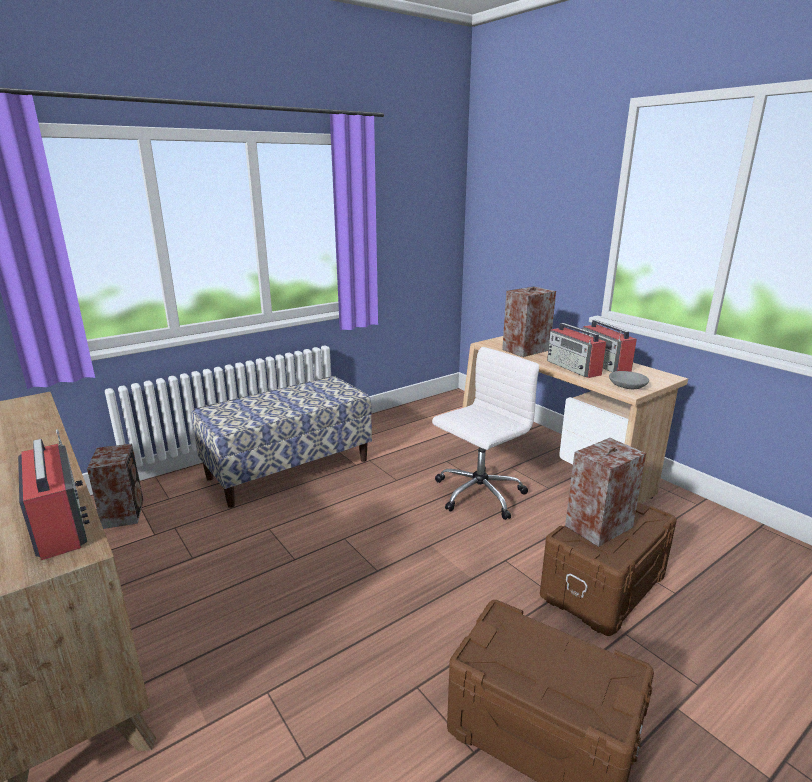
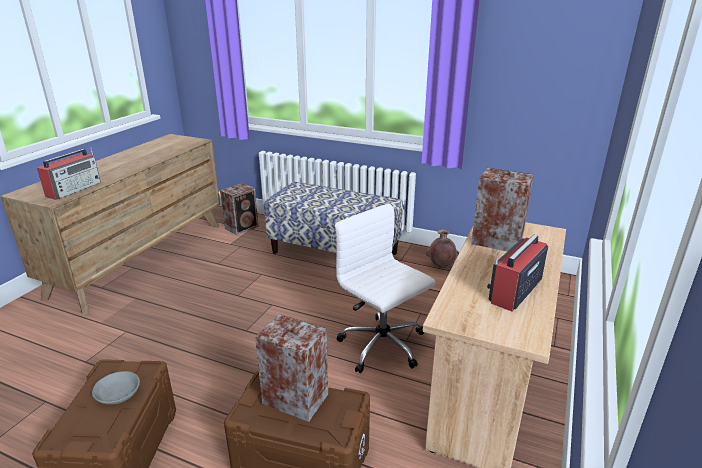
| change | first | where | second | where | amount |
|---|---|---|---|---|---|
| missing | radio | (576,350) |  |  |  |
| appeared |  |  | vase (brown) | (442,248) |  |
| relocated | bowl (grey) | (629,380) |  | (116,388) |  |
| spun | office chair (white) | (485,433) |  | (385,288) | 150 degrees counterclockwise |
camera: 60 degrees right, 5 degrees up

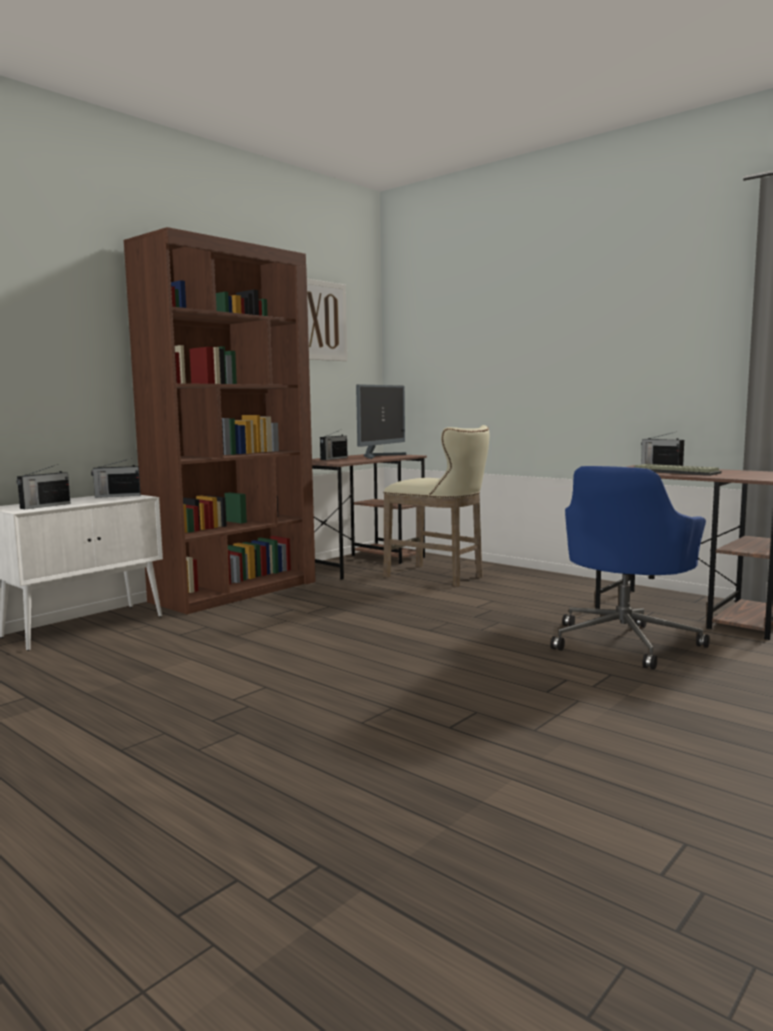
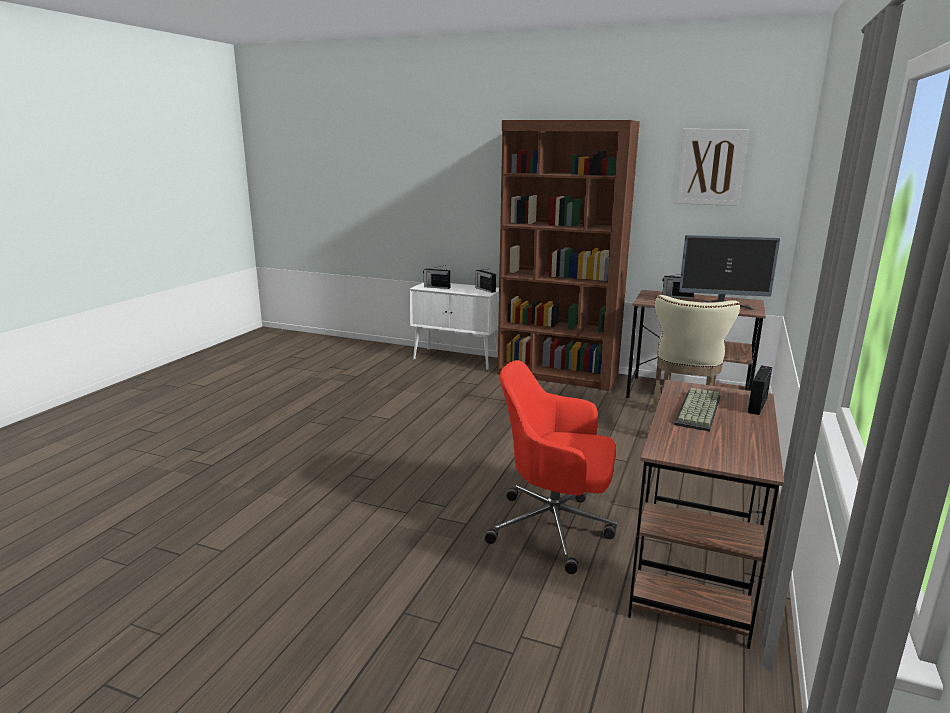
| change | first | where | second | where | amount |
|---|---|---|---|---|---|
| colour | office chair (blue) | (630,568) | office chair (red) | (551,467) |  |
camera: 70 degrees right, 10 degrees up

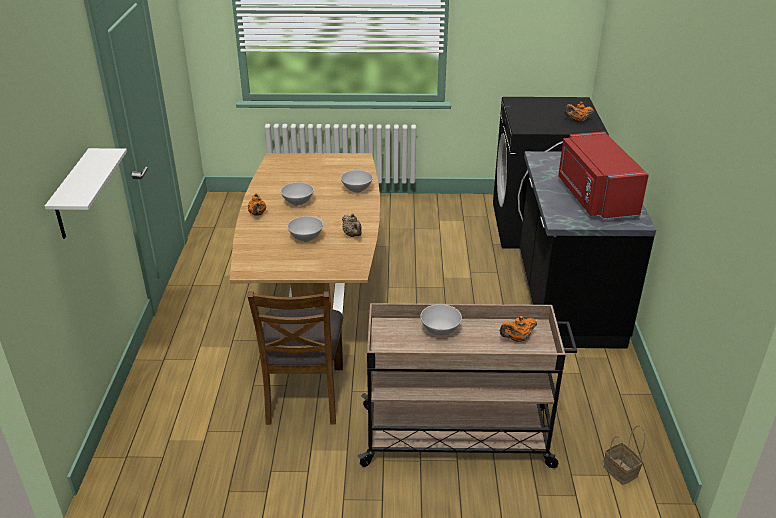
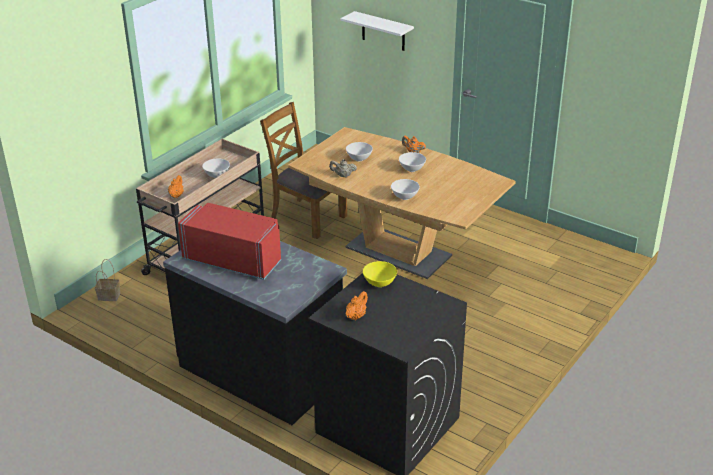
| change | first | where | second | where | amount |
|---|---|---|---|---|---|
| appeared |  |  | bowl (yellow) | (380,274) |  |
camera: 125 degrees right, 0 degrees up

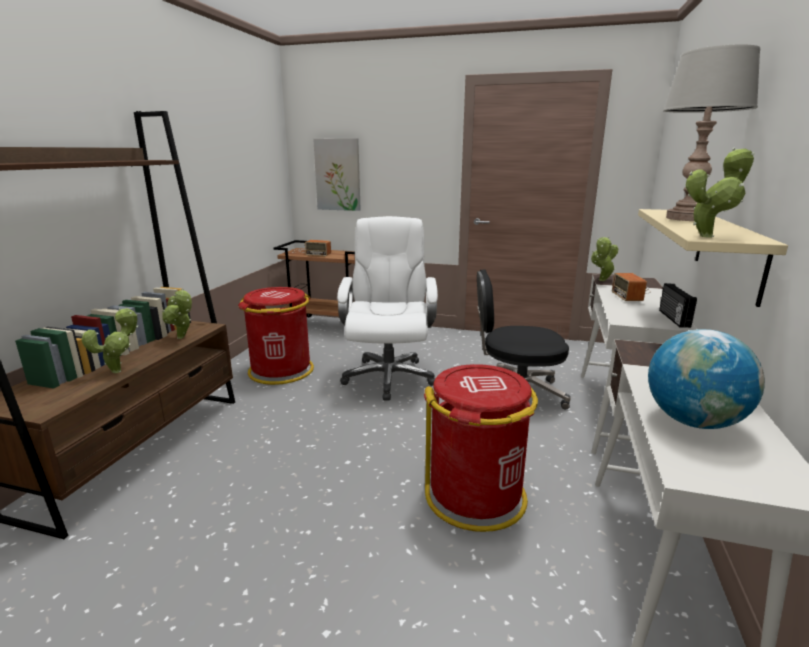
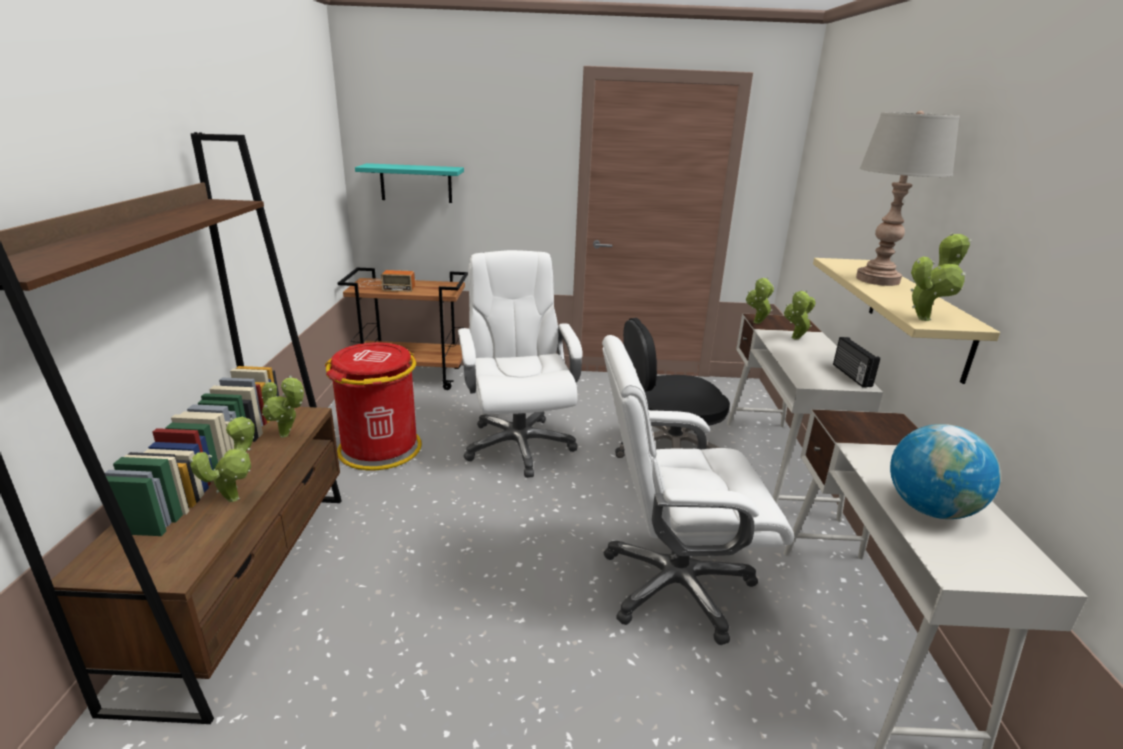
| change | first | where | second | where | amount |
|---|---|---|---|---|---|
| exchanged | picture | (337,174) | shelf (turquoise) | (409,183) |  |
| exchanged | trash can (red) | (481,448) | office chair (white) | (698,490) |  |
| exchanged | radio | (631,287) | potted plant | (800,315) |  |
camera: 15 degrees left, 5 degrees up

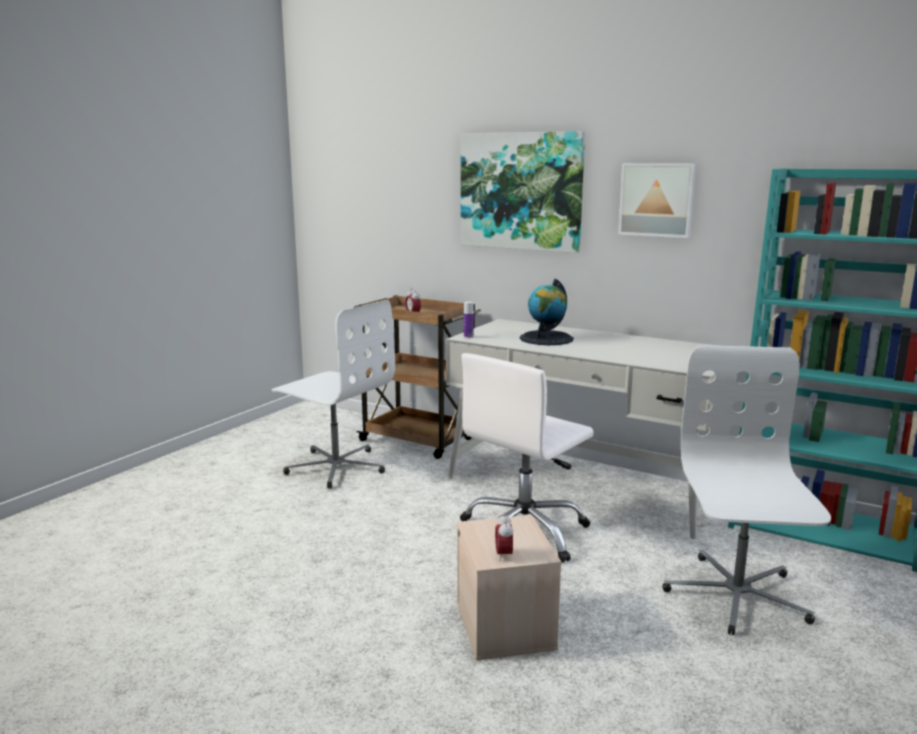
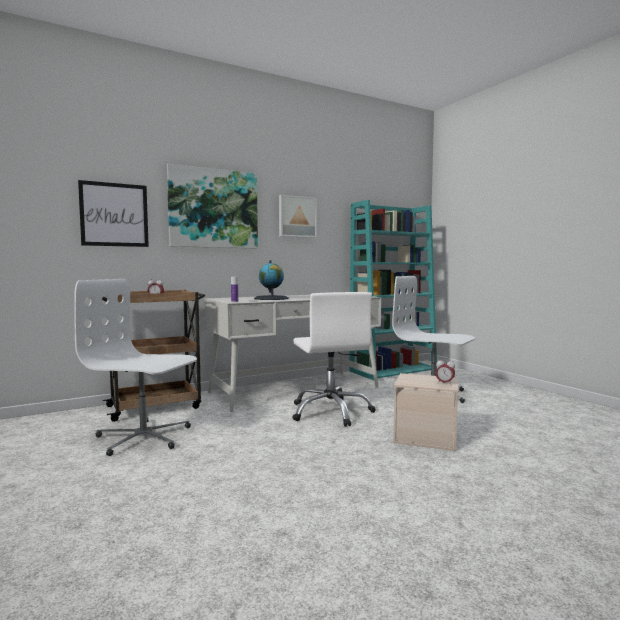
| change | first | where | second | where | amount |
|---|---|---|---|---|---|
| appeared |  |  | picture | (113,213) |  |
| spun | office chair (white) | (333,394) |  | (135,367) | 135 degrees counterclockwise |
camera: 60 degrees left, 10 degrees down

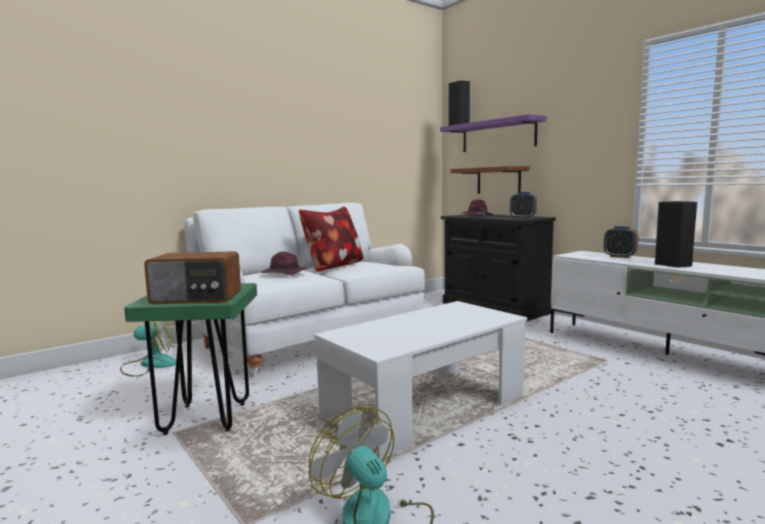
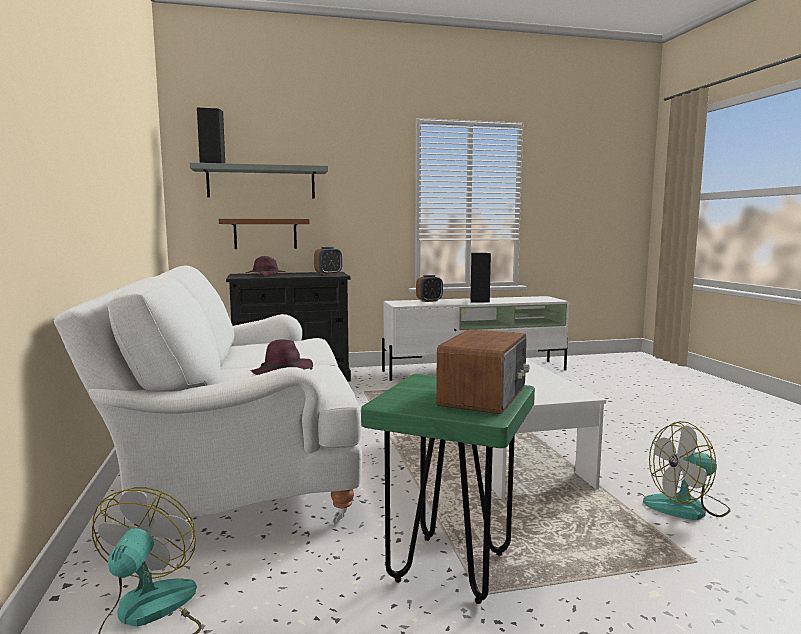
| change | first | where | second | where | amount |
|---|---|---|---|---|---|
| missing | pillow | (331,238) |  |  |  |
| colour | shelf (purple) | (493,133) | shelf (grey) | (259,181) |  |
camera: 65 degrees left, 0 degrees up

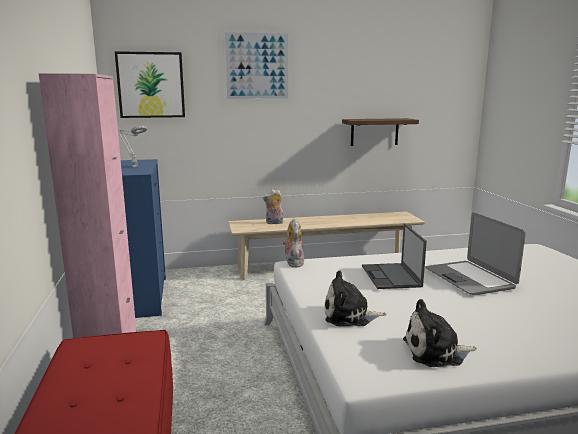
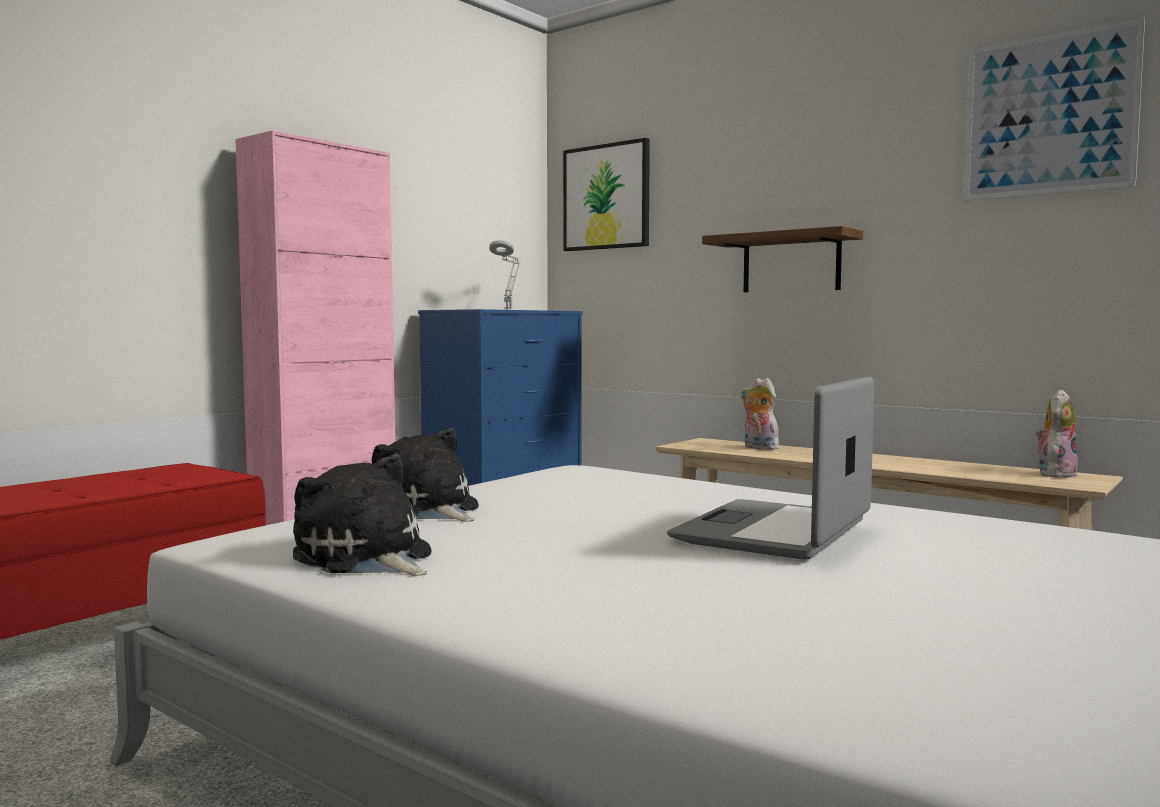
| change | first | where | second | where | amount |
|---|---|---|---|---|---|
| missing | laptop | (394,256) |  |  |  |
| relocated | picture | (256,65) |  | (1054,109) |  |
| relocated | plush toy | (293,242) |  | (1057,434) |  |
| relocated | shelf | (380,132) |  | (782,259) |  |
camera: 50 degrees right, 10 degrees down

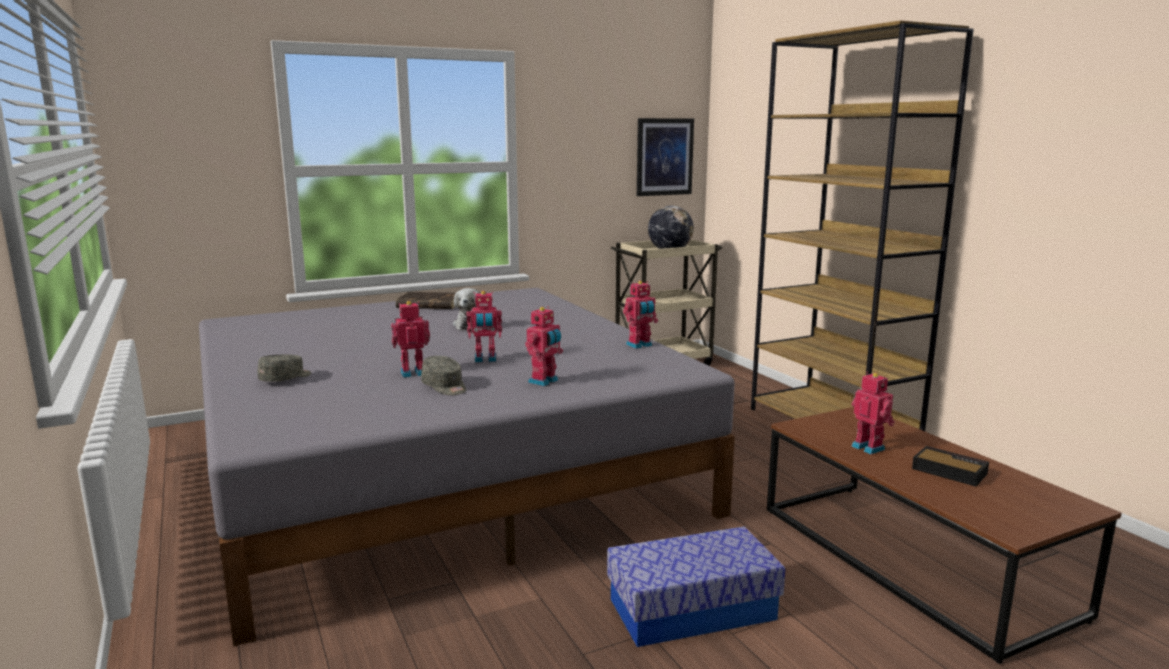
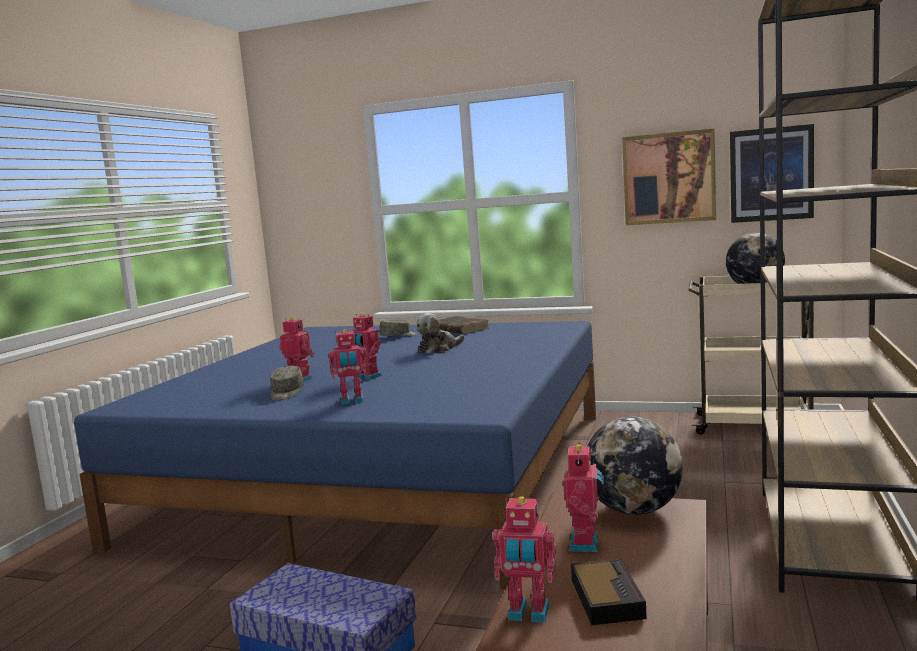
| change | first | where | second | where | amount |
|---|---|---|---|---|---|
| appeared |  |  | globe | (635,466) |  |
| appeared |  |  | picture | (669,176) |  |
| relocated | cap (grey) | (284,368) |  | (398,328) |  |
| relocated | toy robot | (640,315) |  | (524,559) |  |
| colour | bed (grey) | (467,467) | bed (blue) | (335,455) |  |
camera: 45 degrees right, 5 degrees down

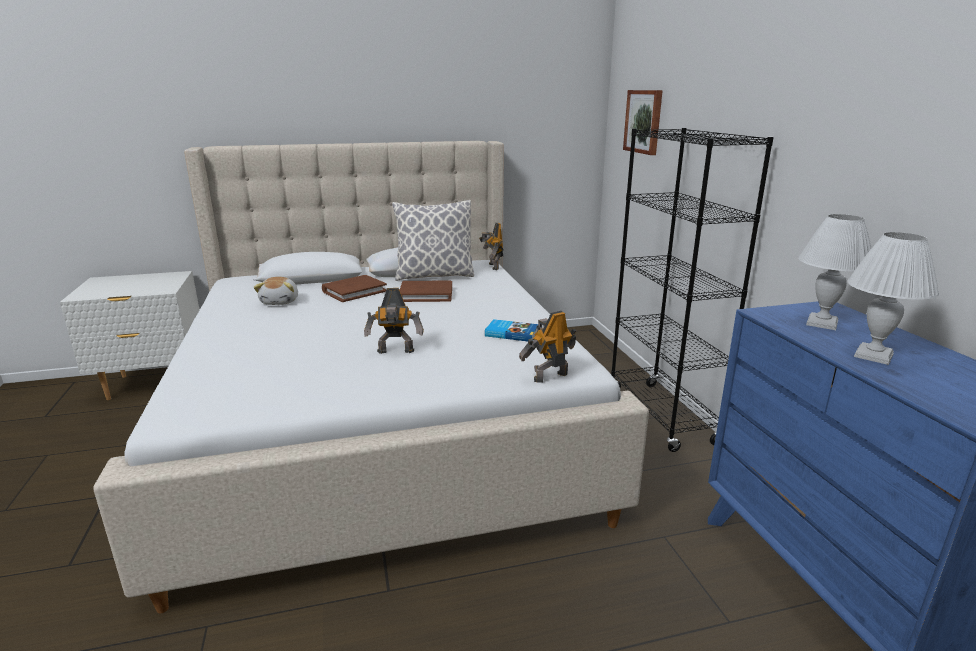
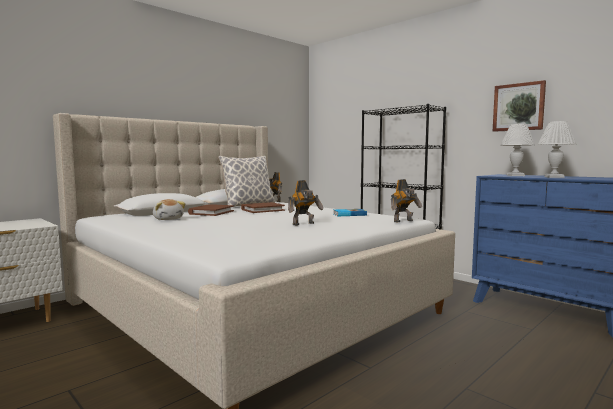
| change | first | where | second | where | amount |
|---|---|---|---|---|---|
| relocated | picture | (643,122) |  | (519,106) |  |
| spun | toy robot | (547,346) |  | (406,200) | 150 degrees counterclockwise |
camera: 30 degrees left, 15 degrees down

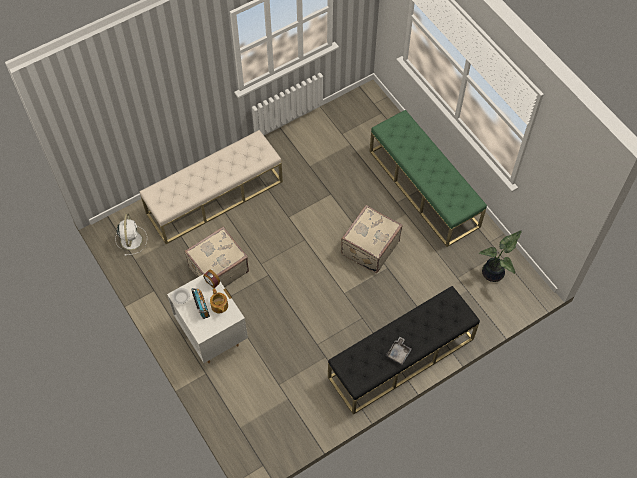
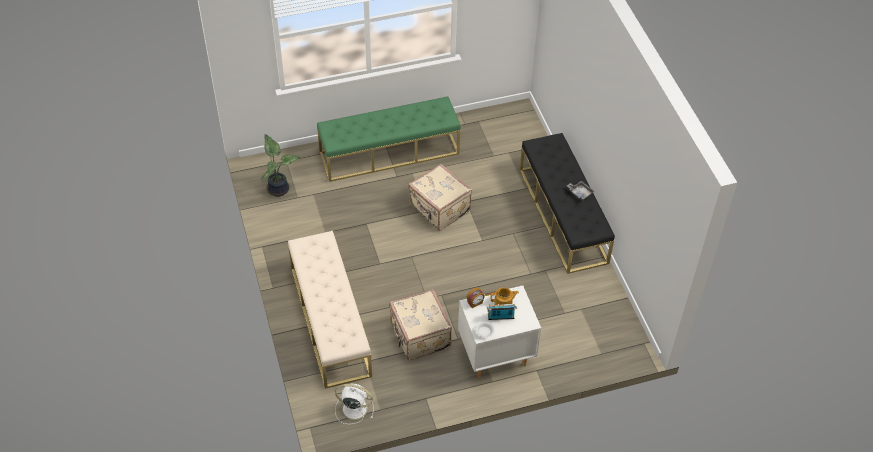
| change | first | where | second | where | amount |
|---|---|---|---|---|---|
| relocated | potted plant | (500,256) |  | (280,165) |  |
camera: 75 degrees left, 10 degrees down

